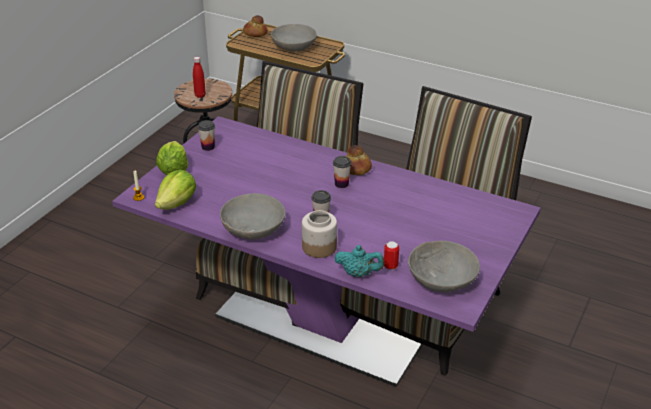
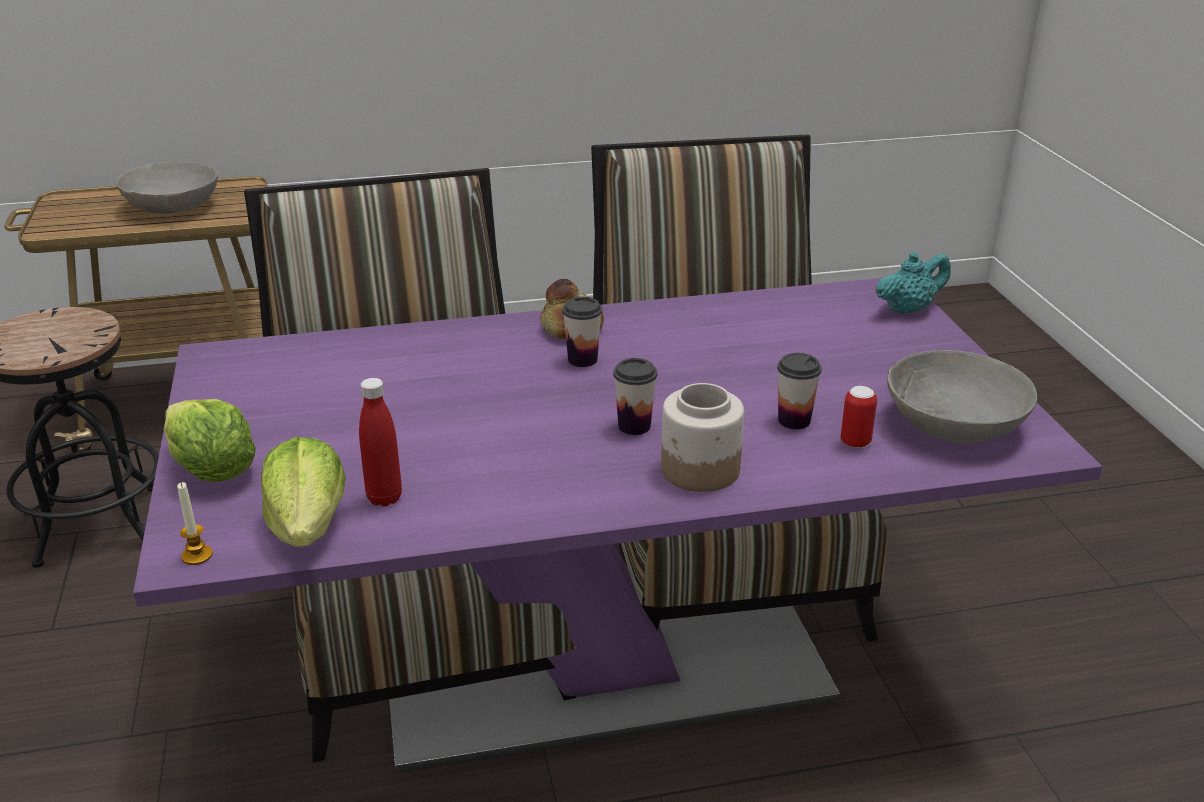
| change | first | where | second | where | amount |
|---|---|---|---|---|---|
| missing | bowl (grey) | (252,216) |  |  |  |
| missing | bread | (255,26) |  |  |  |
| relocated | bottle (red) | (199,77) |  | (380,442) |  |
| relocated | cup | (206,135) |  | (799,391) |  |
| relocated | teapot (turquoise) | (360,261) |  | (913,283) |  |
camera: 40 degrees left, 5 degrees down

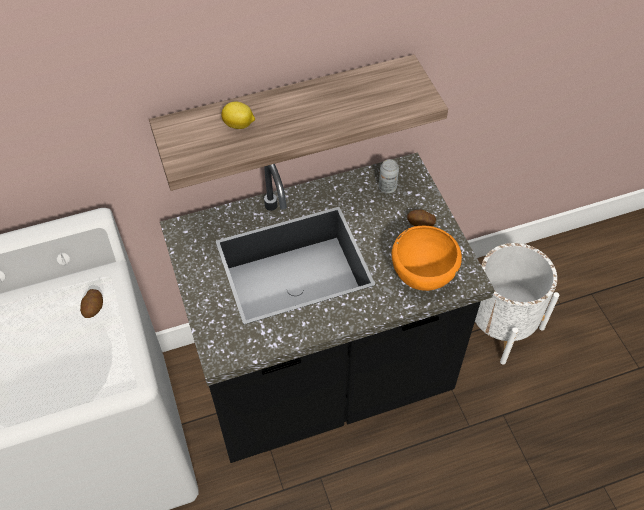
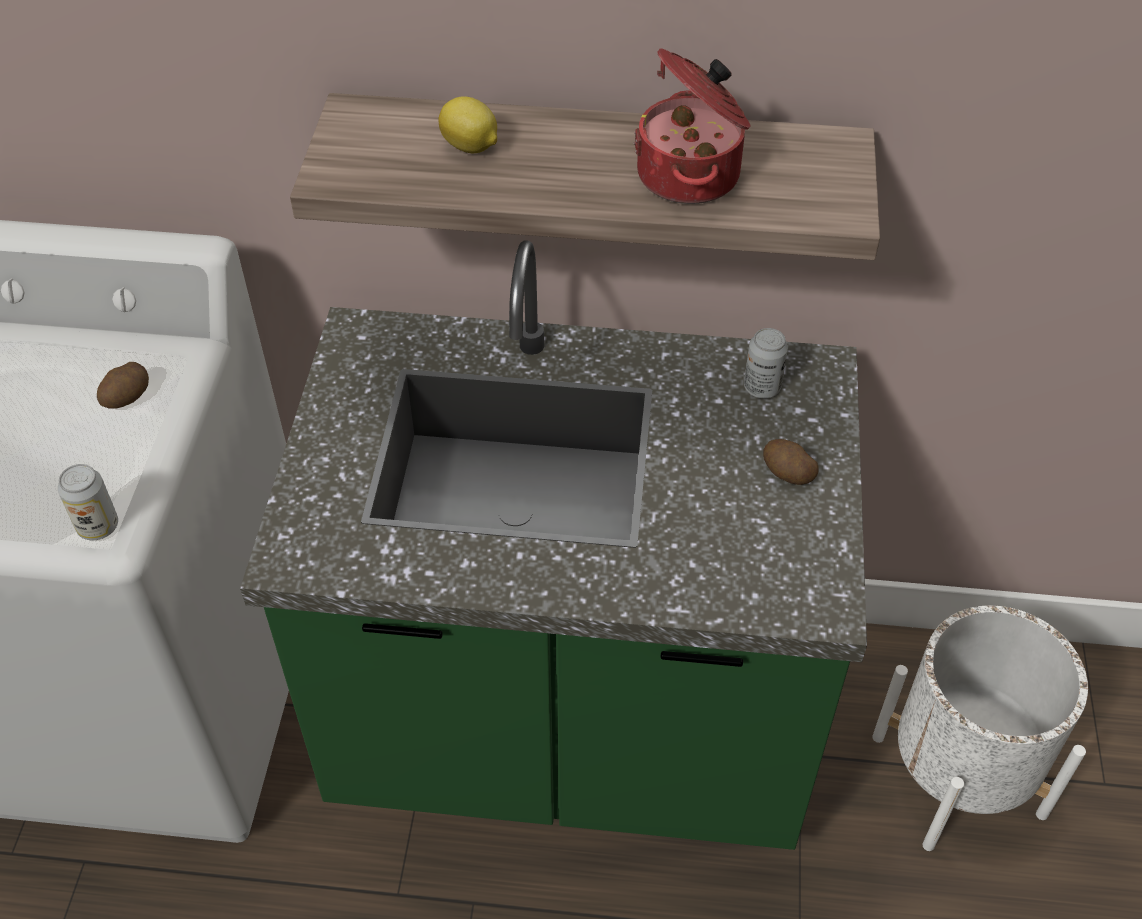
| change | first | where | second | where | amount |
|---|---|---|---|---|---|
| missing | bowl (orange) | (427,258) |  |  |  |
| appeared |  |  | can | (88,502) |  |
| appeared |  |  | cooking pot | (692,126) |  |
| colour | counter (black) | (327,307) | counter (green) | (553,545) |  |
camera: 25 degrees right, 5 degrees down

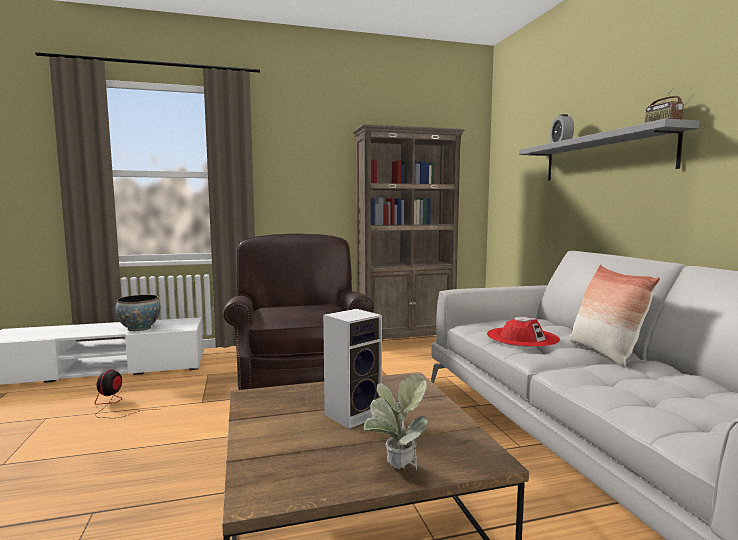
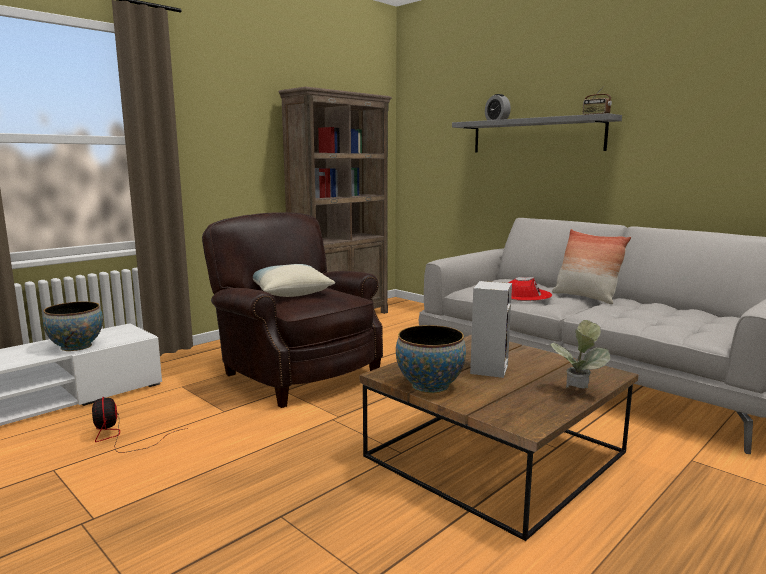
| change | first | where | second | where | amount |
|---|---|---|---|---|---|
| appeared |  |  | pillow | (294,280) |  |
| appeared |  |  | bowl | (431,359) |  |
camera: 30 degrees left, 5 degrees up

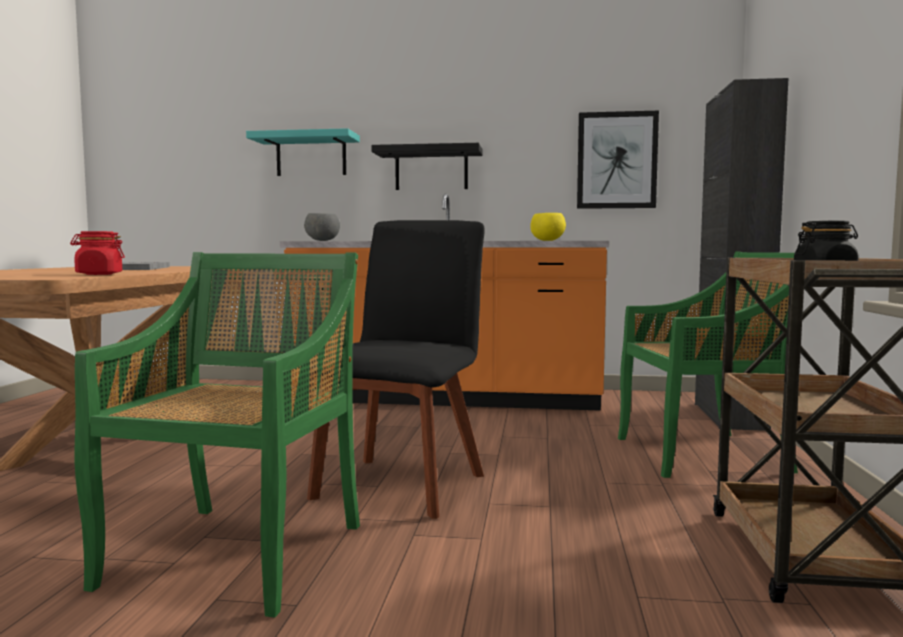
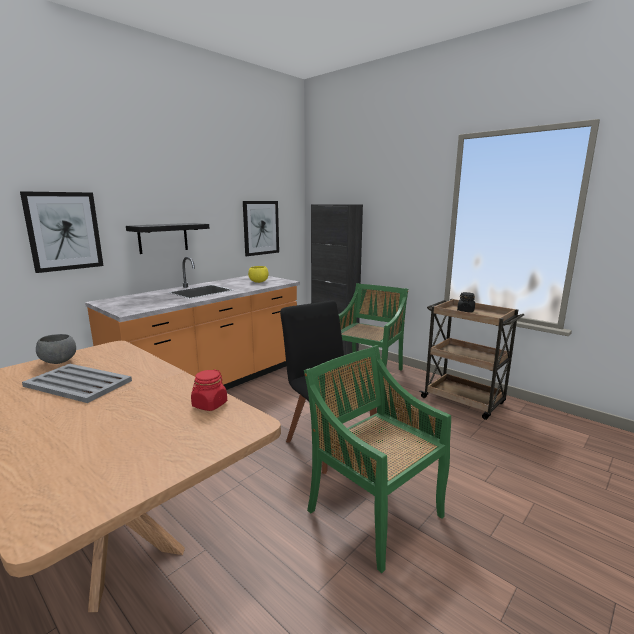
| change | first | where | second | where | amount |
|---|---|---|---|---|---|
| relocated | bowl (grey) | (322,227) |  | (56,349) |  |
| exchanged | shelf (turquoise) | (303,152) | picture | (62,232) |  |
camera: 55 degrees left, 10 degrees up

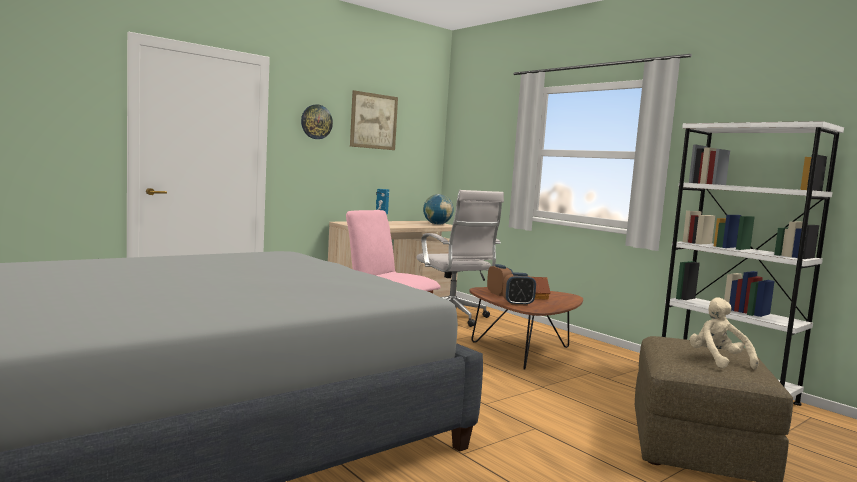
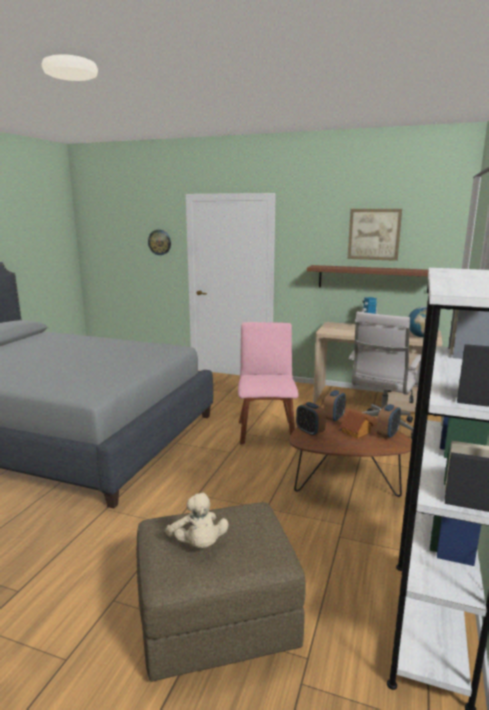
| change | first | where | second | where | amount |
|---|---|---|---|---|---|
| appeared |  |  | shelf (brown) | (368,279) |  |
| appeared |  |  | alarm clock | (389,421) |  |
| relocated | wall clock | (317,121) |  | (159,242) |  |
| spun | plush toy (beige) | (724,333) |  | (197,520) | 105 degrees clockwise |
camera: 60 degrees right, 10 degrees up

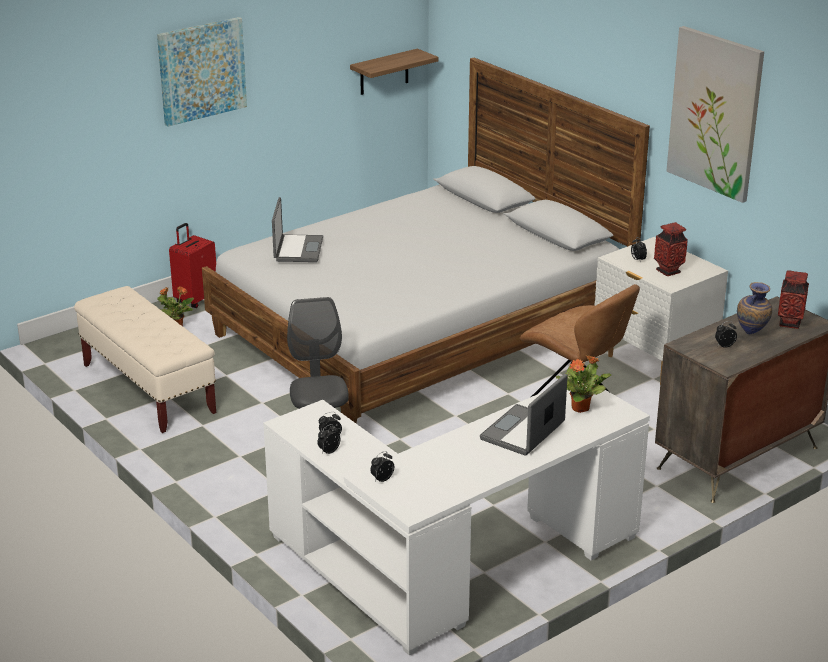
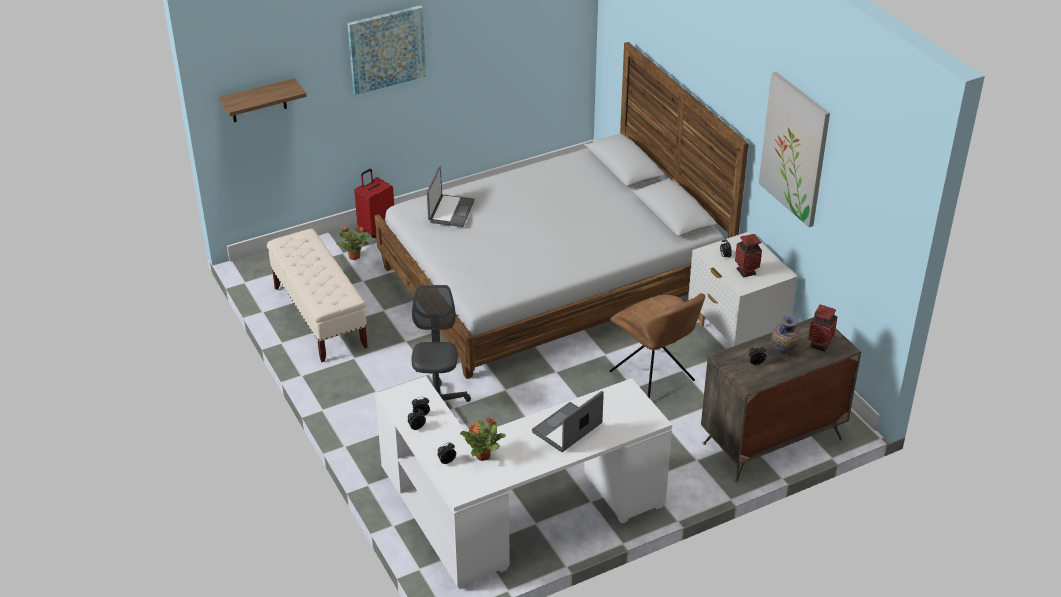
| change | first | where | second | where | amount |
|---|---|---|---|---|---|
| relocated | shelf | (394,72) |  | (262,100) |  |
| relocated | potted plant | (583,384) |  | (483,439) |  |
camera: 10 degrees right, 10 degrees up

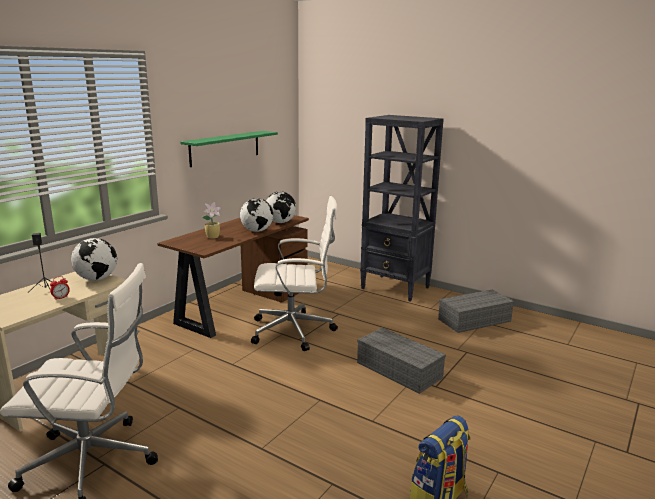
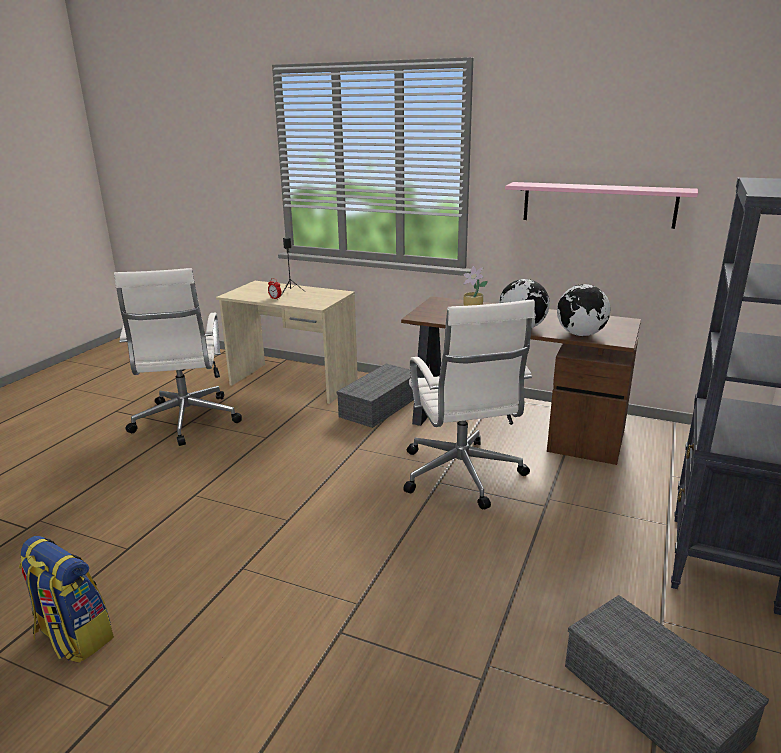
| change | first | where | second | where | amount |
|---|---|---|---|---|---|
| missing | globe | (94,259) |  |  |  |
| relocated | storage box (grey) | (401,360) |  | (375,396) |  |
| colour | shelf (green) | (229,149) | shelf (pink) | (601,205) |  |
camera: 80 degrees right, 5 degrees up

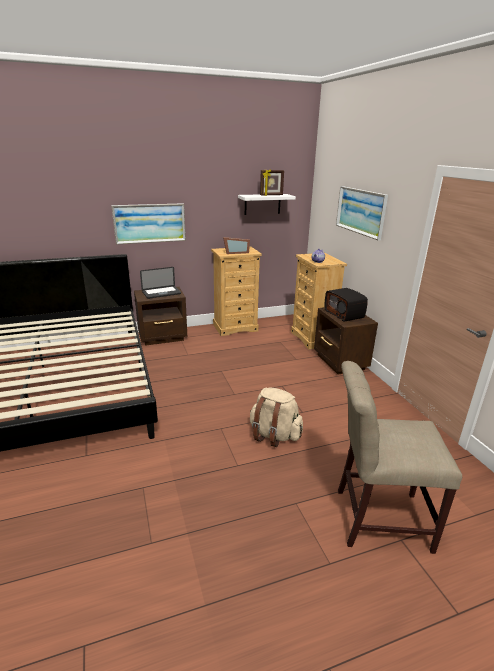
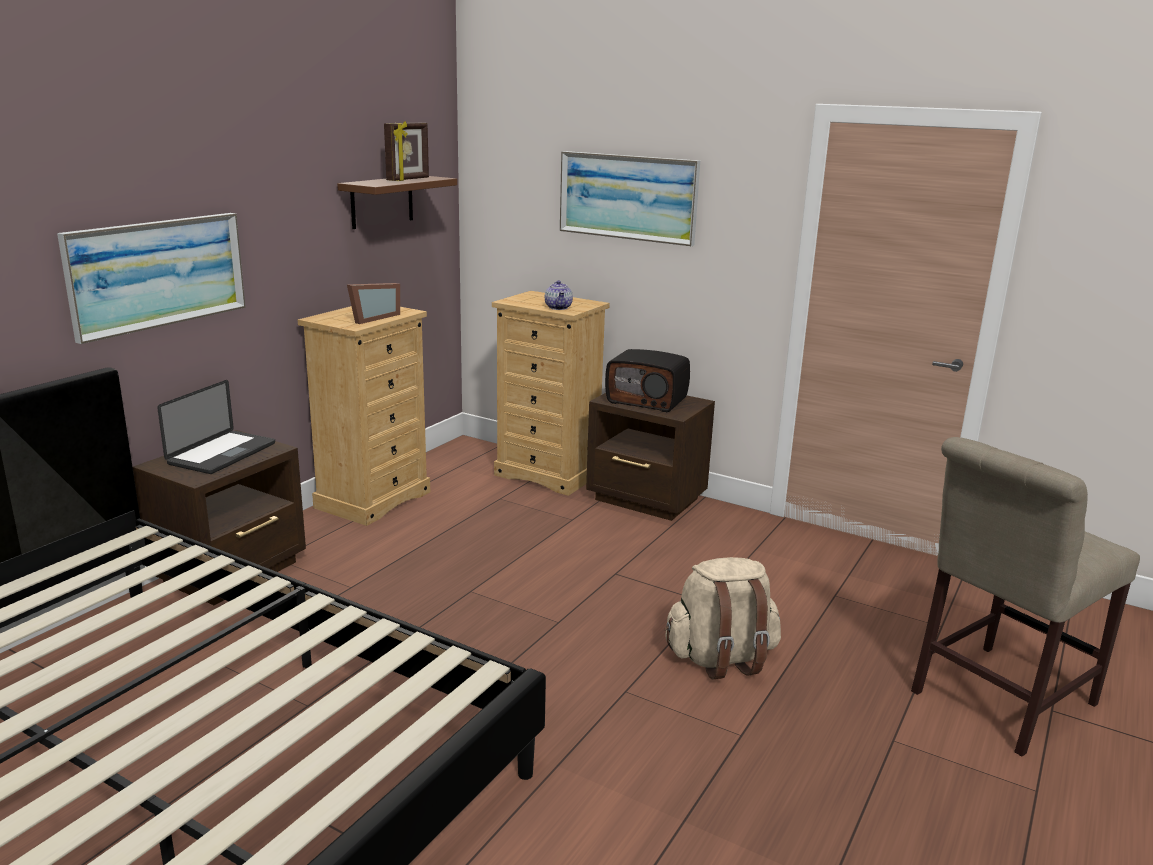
| change | first | where | second | where | amount |
|---|---|---|---|---|---|
| colour | shelf (white) | (267,204) | shelf (brown) | (397,202) |  |
camera: 40 degrees left, 5 degrees down

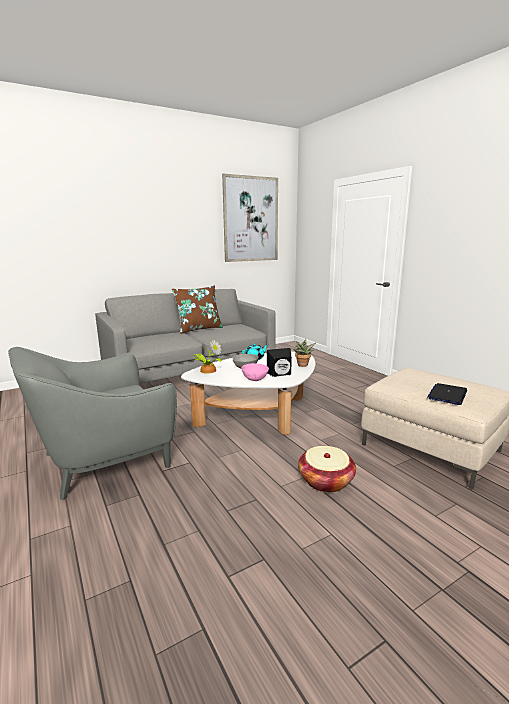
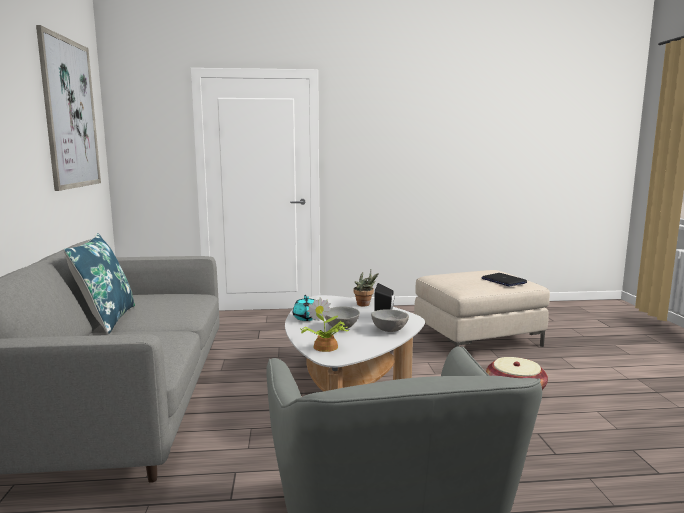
| change | first | where | second | where | amount |
|---|---|---|---|---|---|
| colour | pillow (brown) | (197,309) | pillow (blue) | (99,283) |  |
| colour | bowl (pink) | (255,372) | bowl (grey) | (390,320) |  |
camera: 65 degrees left, 5 degrees down

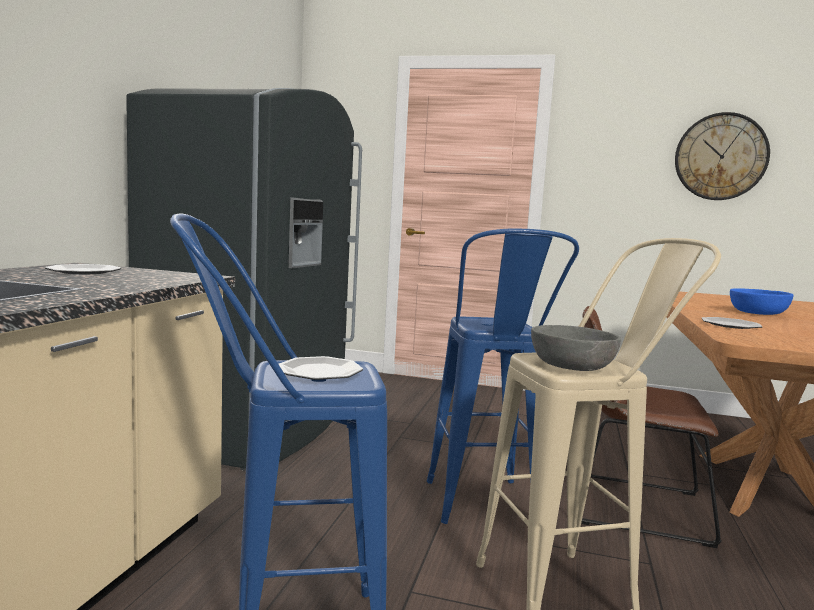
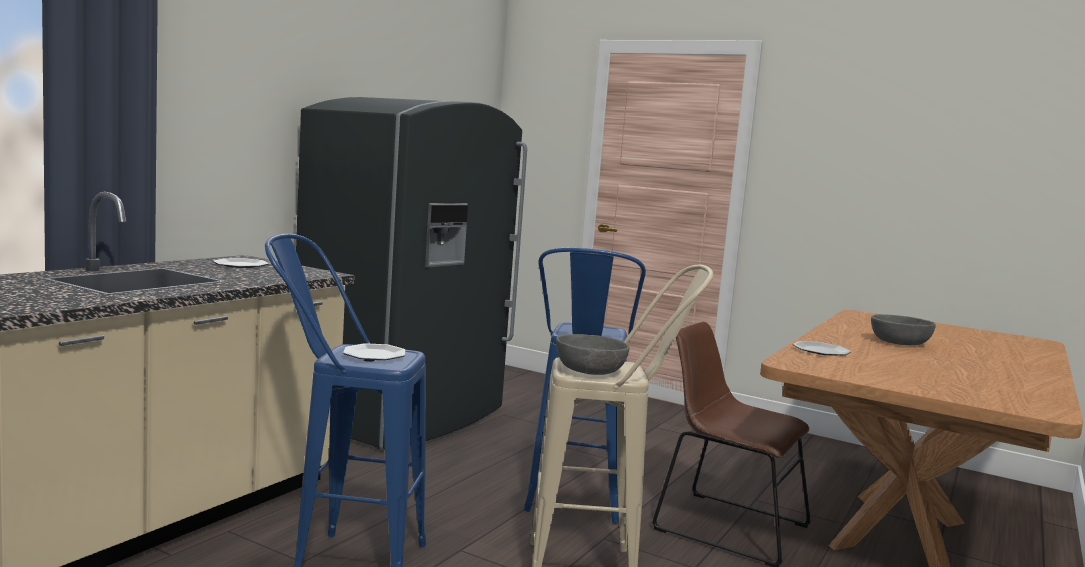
| change | first | where | second | where | amount |
|---|---|---|---|---|---|
| missing | wall clock | (722,156) |  |  |  |
| colour | bowl (blue) | (761,301) | bowl (grey) | (903,329) |  |
camera: 15 degrees right, 0 degrees up

